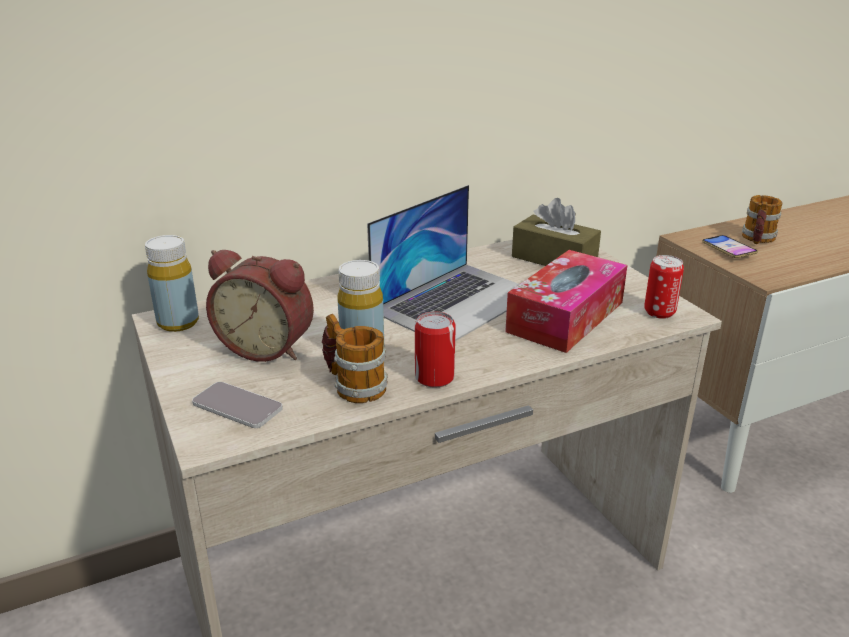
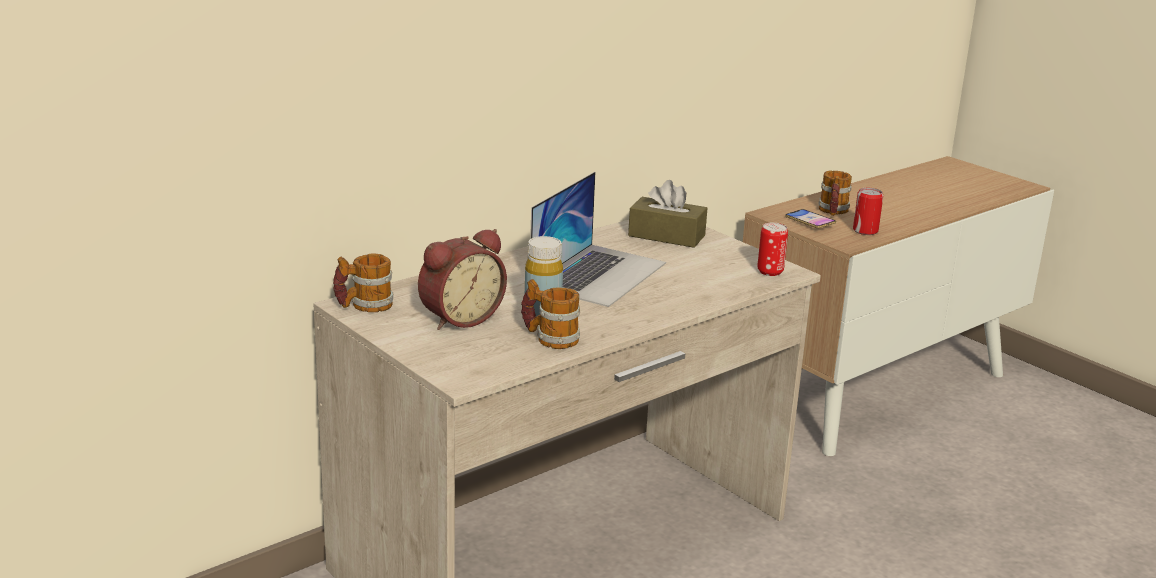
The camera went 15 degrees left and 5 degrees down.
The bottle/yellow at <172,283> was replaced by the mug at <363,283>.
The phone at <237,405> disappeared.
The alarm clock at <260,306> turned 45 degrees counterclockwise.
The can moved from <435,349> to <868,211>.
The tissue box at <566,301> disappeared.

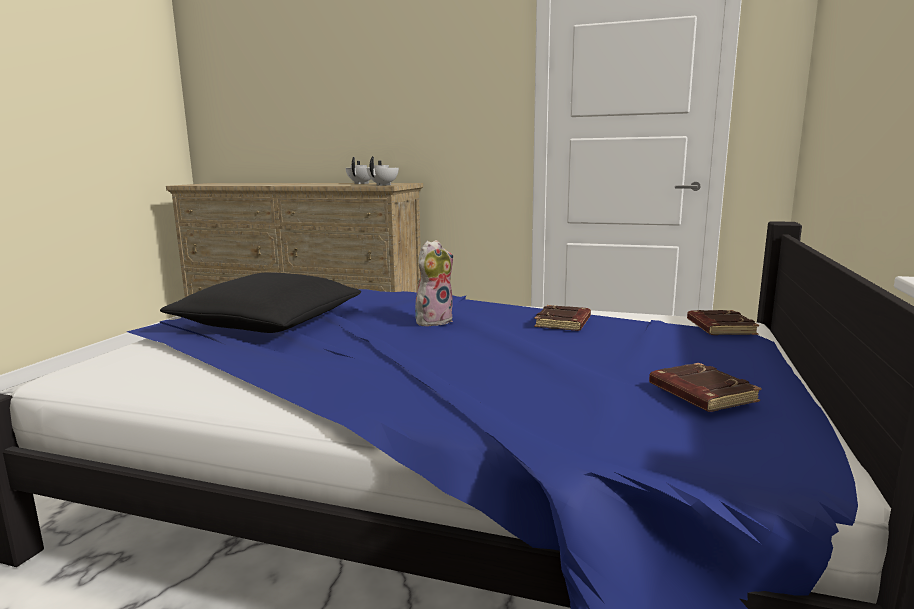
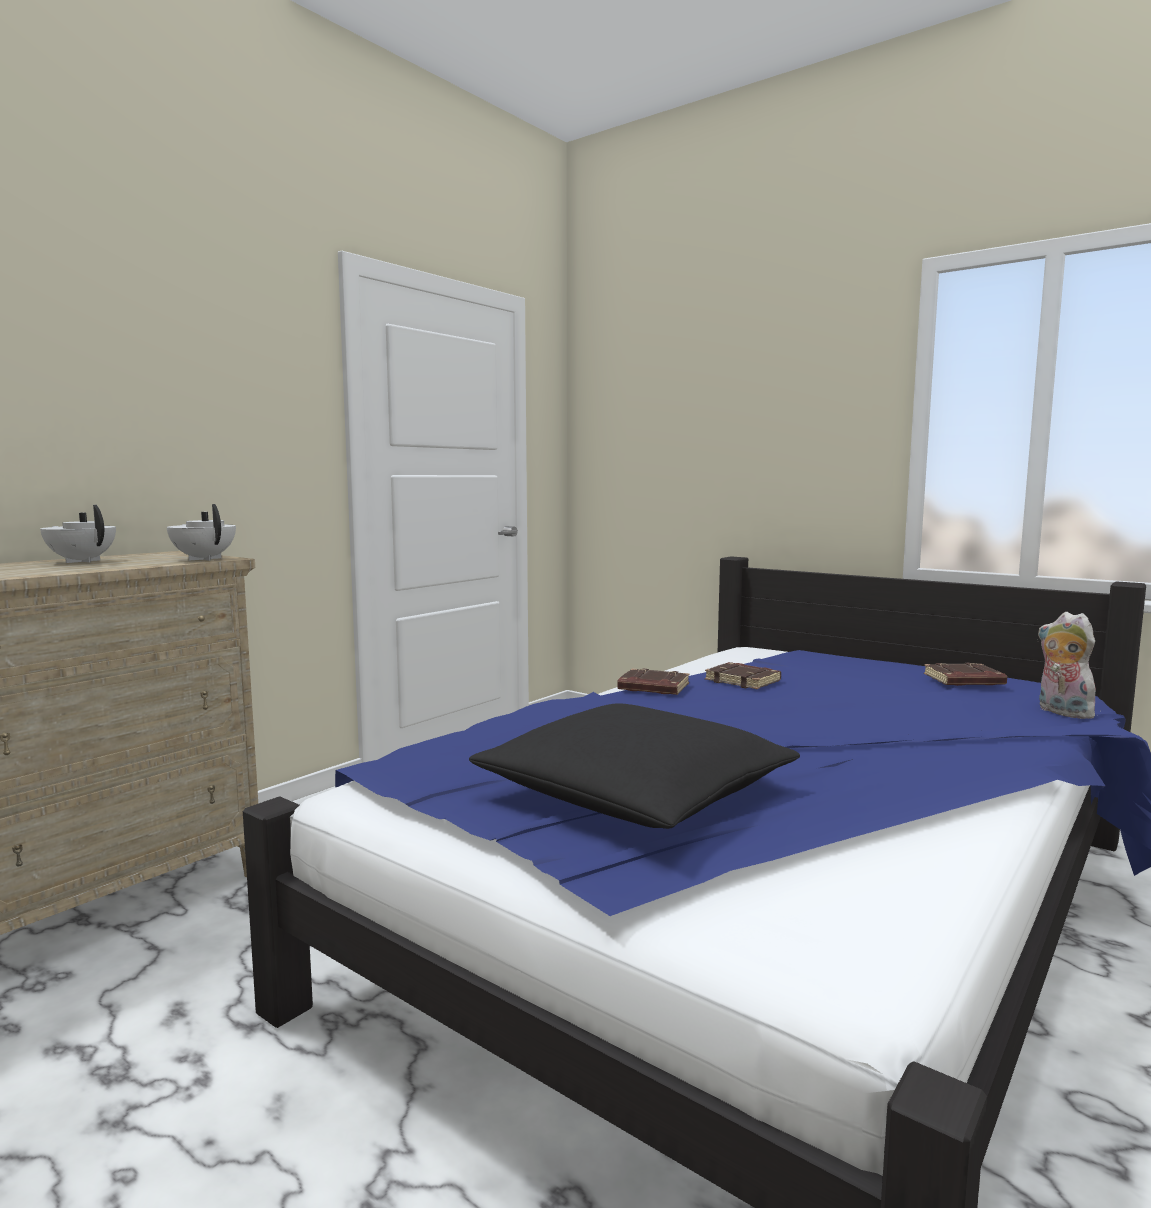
The camera went 70 degrees left and 5 degrees down.
The plush toy moved from <434,283> to <1067,665>.
The book/brown moved from <723,322> to <653,682>.

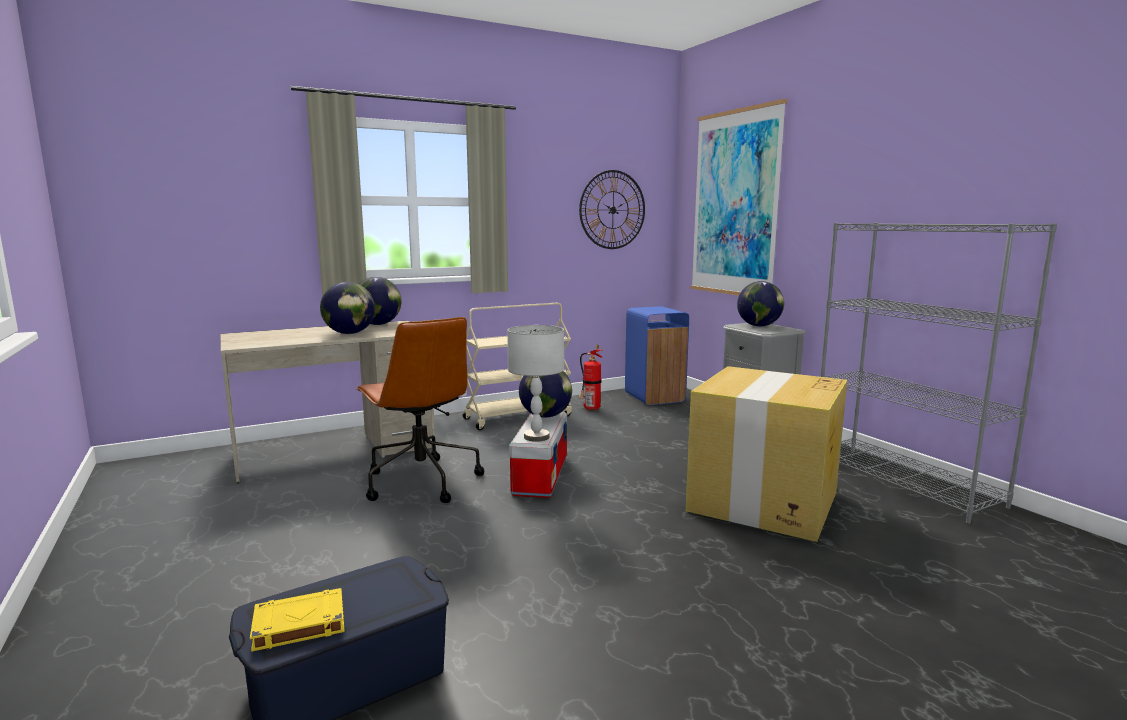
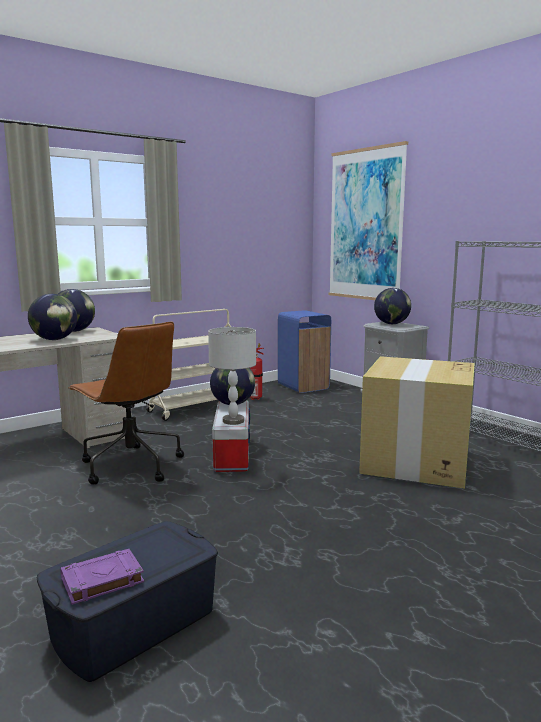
The camera went 10 degrees left and 0 degrees up.
The book/yellow at <297,620> became the book/purple at <102,577>.
The wall clock at <612,209> disappeared.

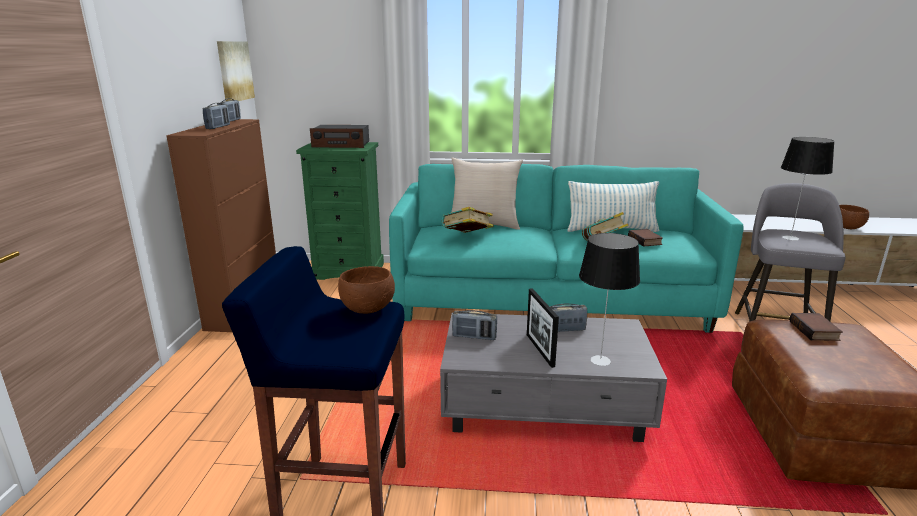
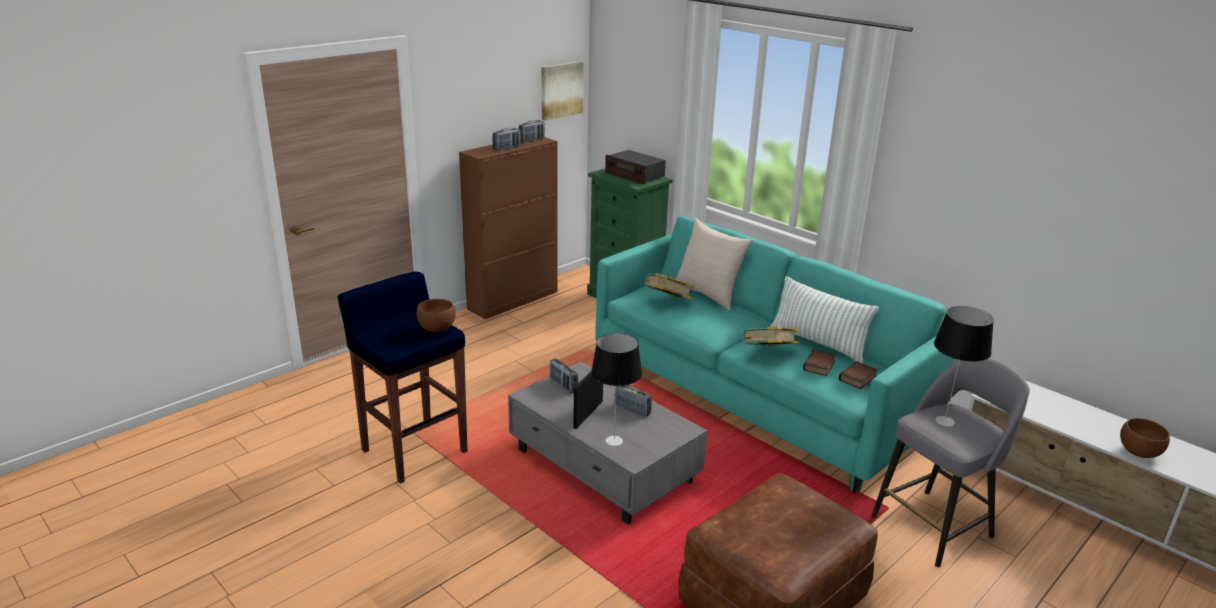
The camera went 40 degrees right and 5 degrees up.
The book moved from <816,327> to <858,375>.

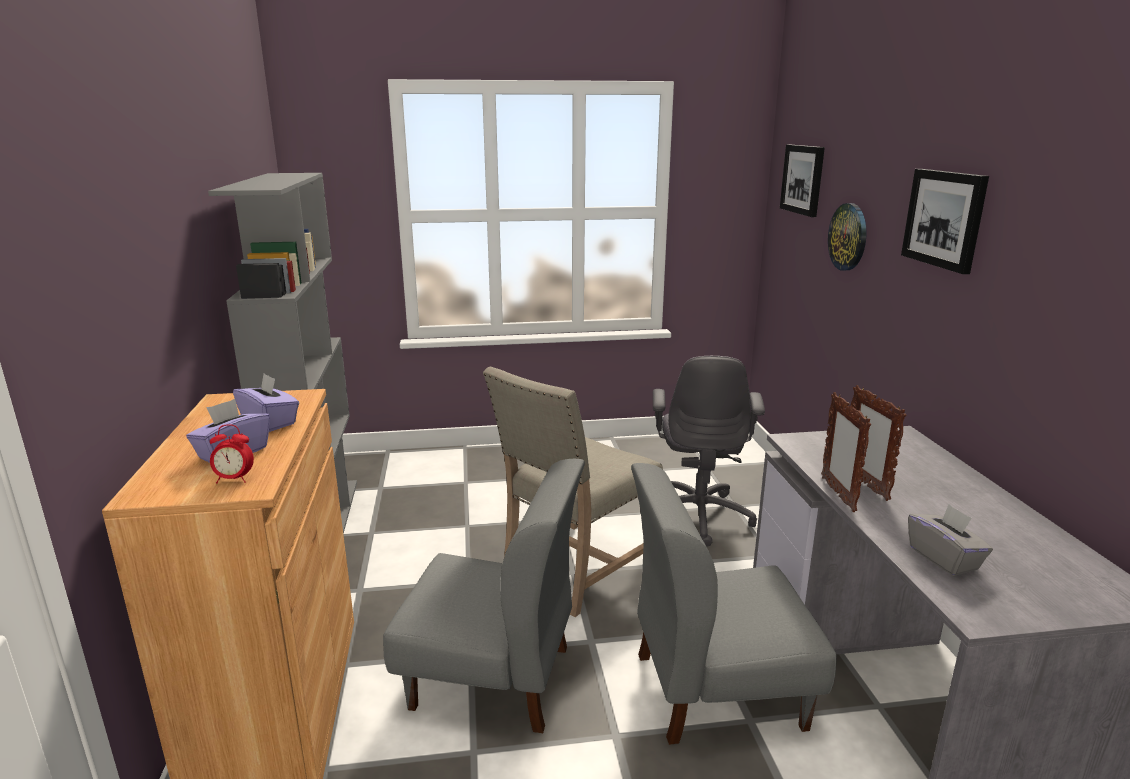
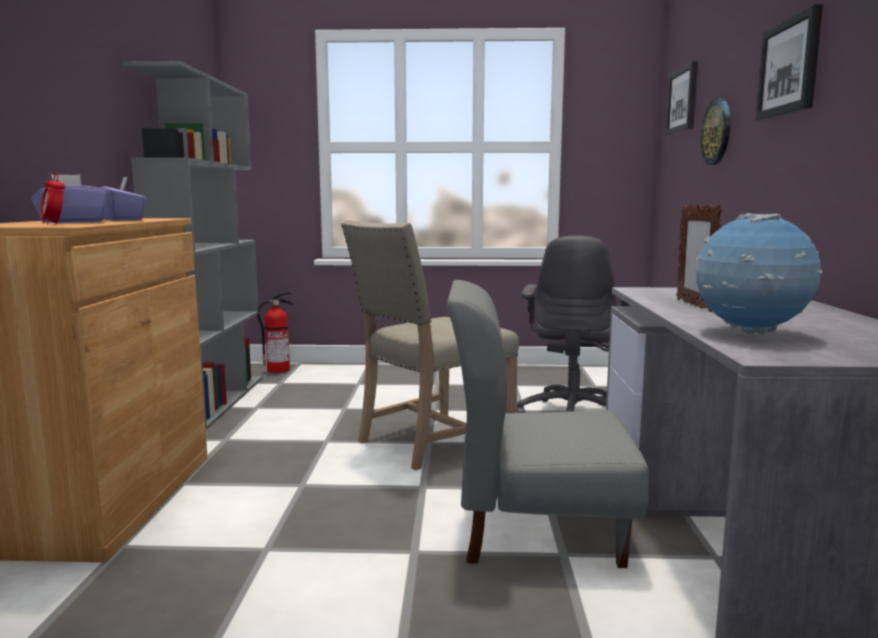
The camera went 10 degrees right and 10 degrees down.
The alarm clock at <232,453> turned 45 degrees clockwise.
The chair/grey at <484,595> disappeared.
The picture frame at <846,452> disappeared.
The tissue box/grey at <950,540> was replaced by the globe at <759,274>.
The fire extinguisher at <275,332> appeared.

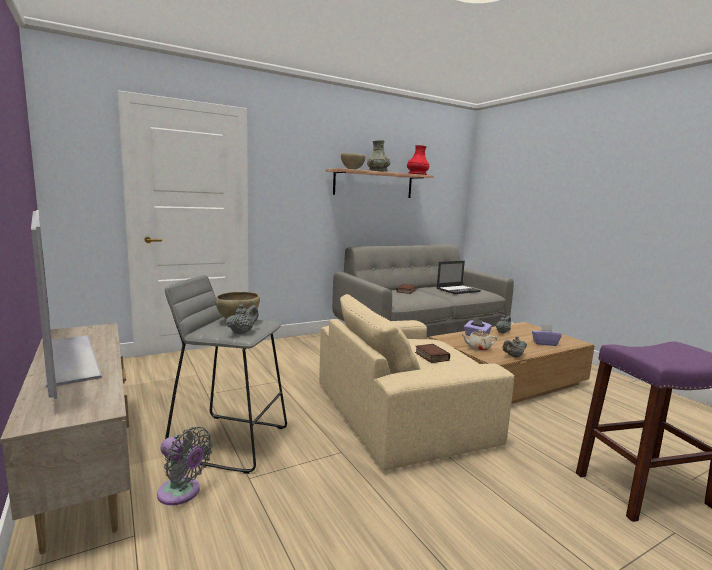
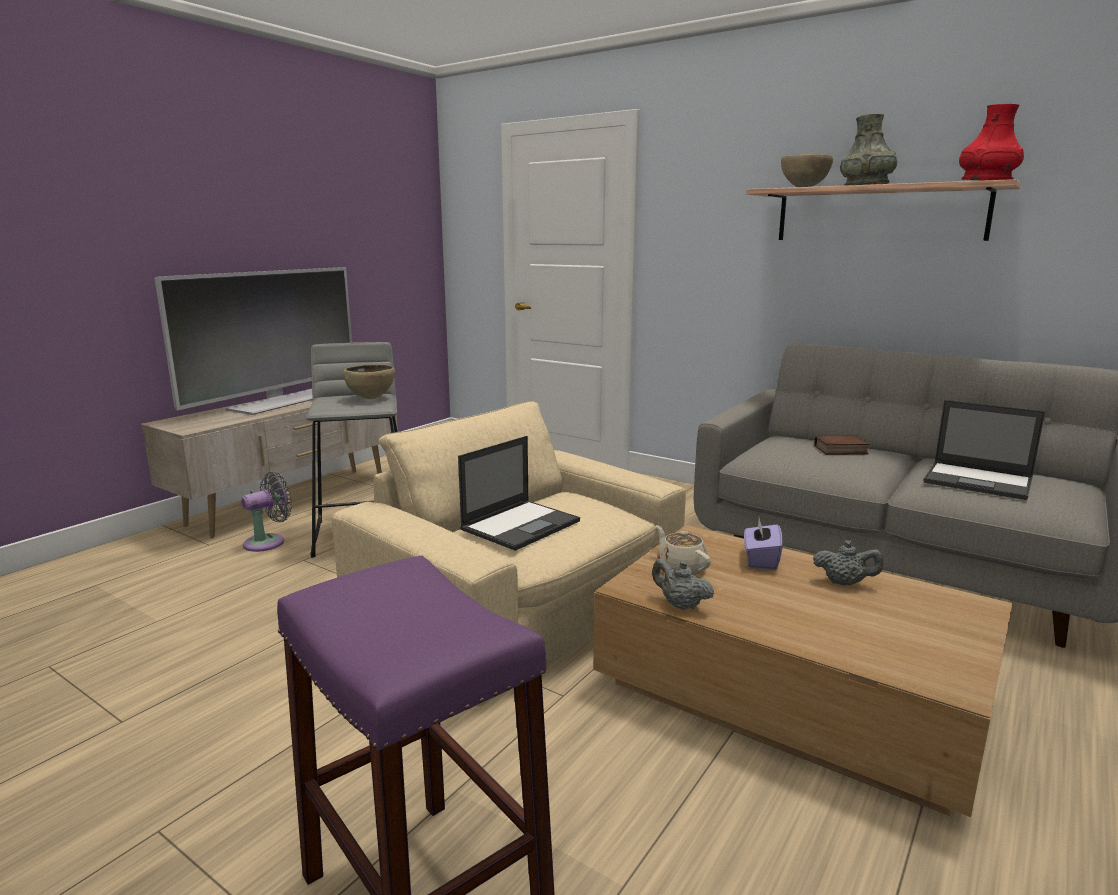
The camera went 65 degrees right and 5 degrees up.
The fan/grey at <185,466> turned 135 degrees counterclockwise.
The teapot/grey at <242,319> disappeared.
The book at <432,353> was replaced by the laptop at <519,493>.
The tissue box/purple at <547,335> disappeared.

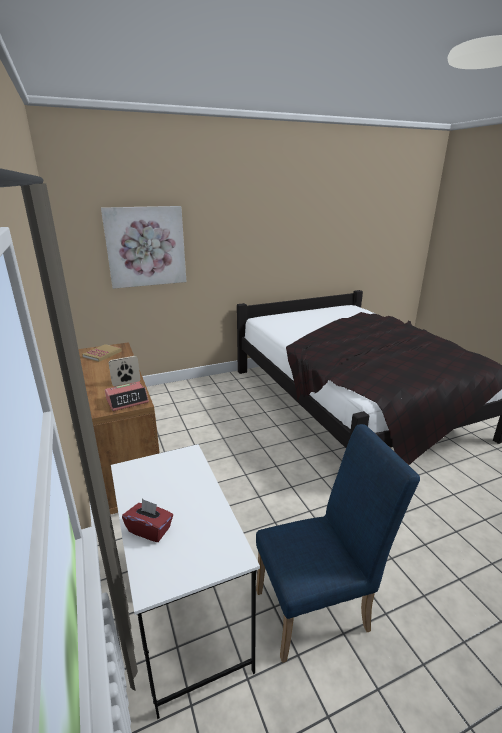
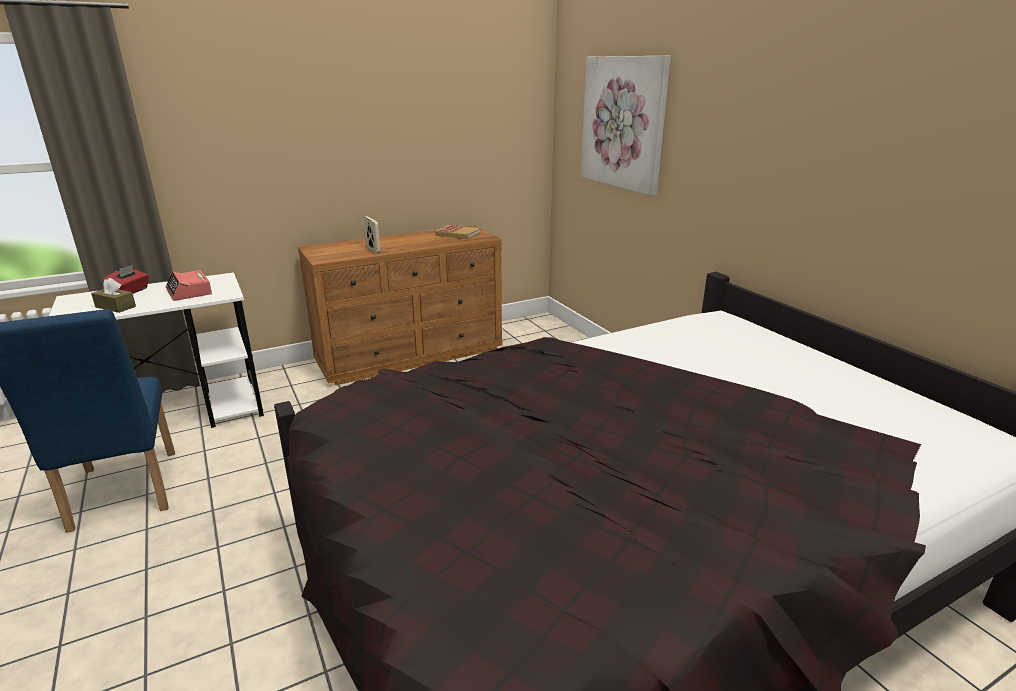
The camera went 85 degrees right and 0 degrees up.
The alarm clock moved from <127,396> to <189,285>.
The tissue box/brown at <113,295> appeared.

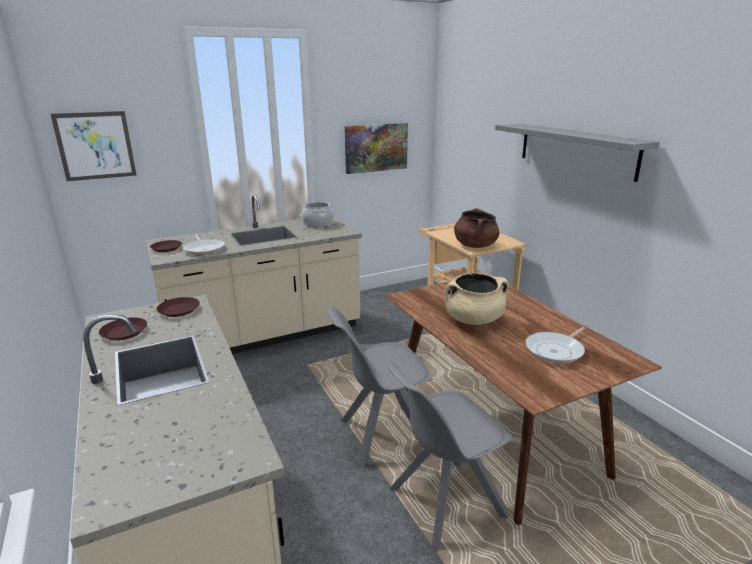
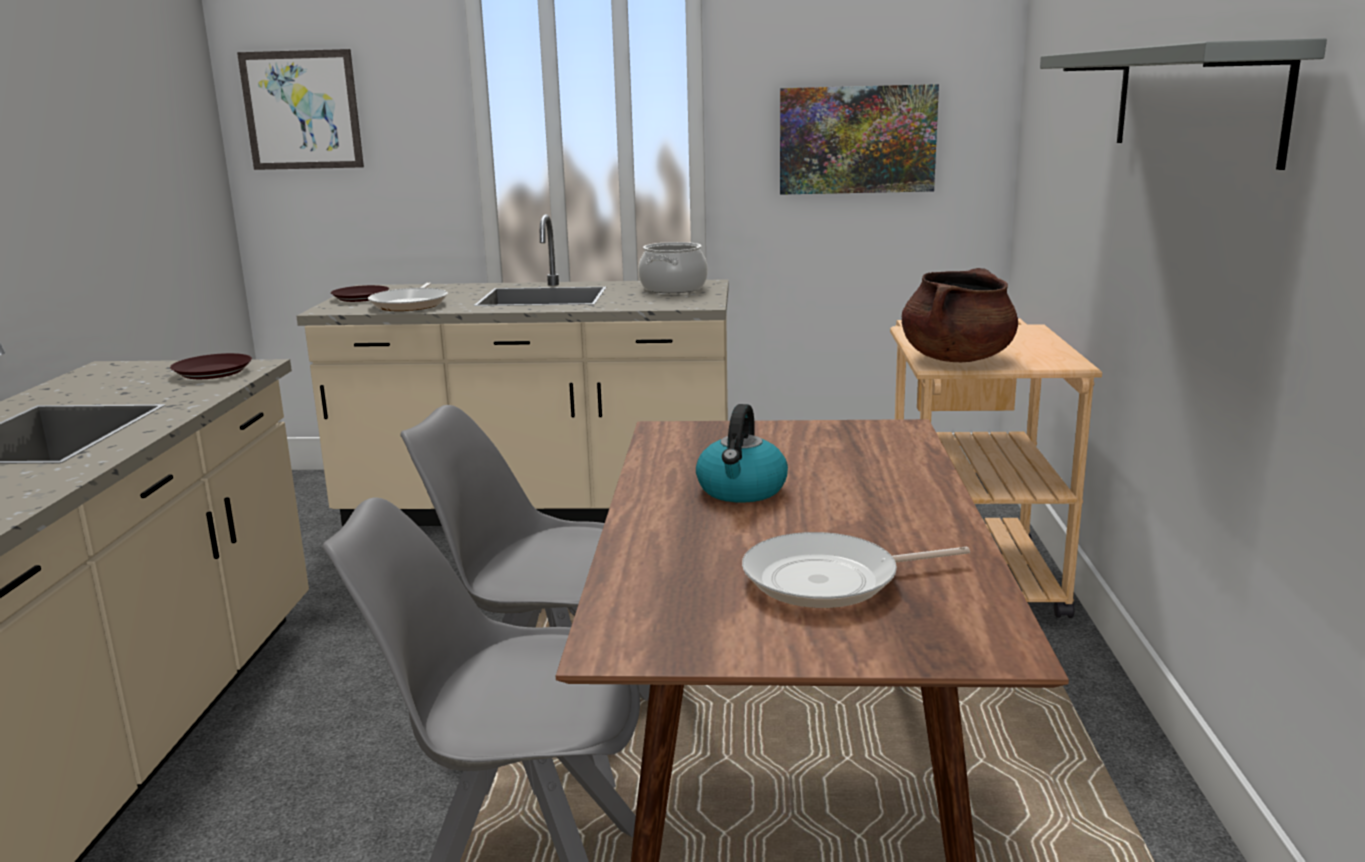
The camera went 30 degrees right and 5 degrees down.
The plate/brown at <123,329> disappeared.
The cooking pot/beige at <477,298> was replaced by the kettle at <742,453>.

